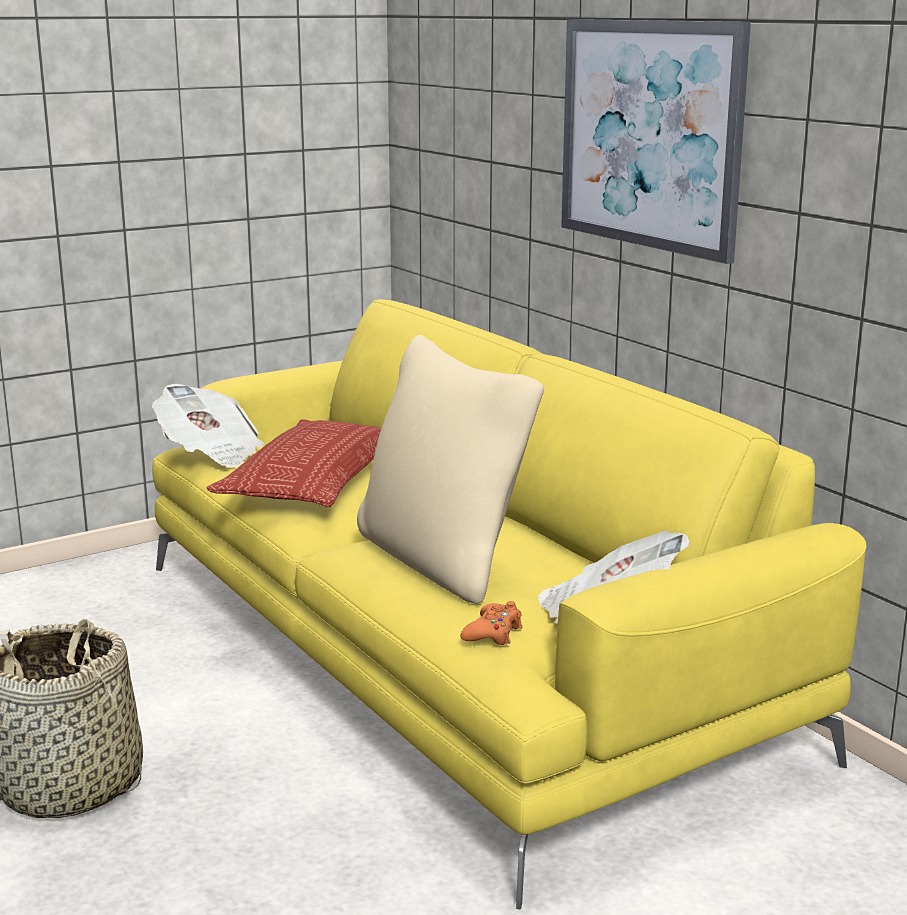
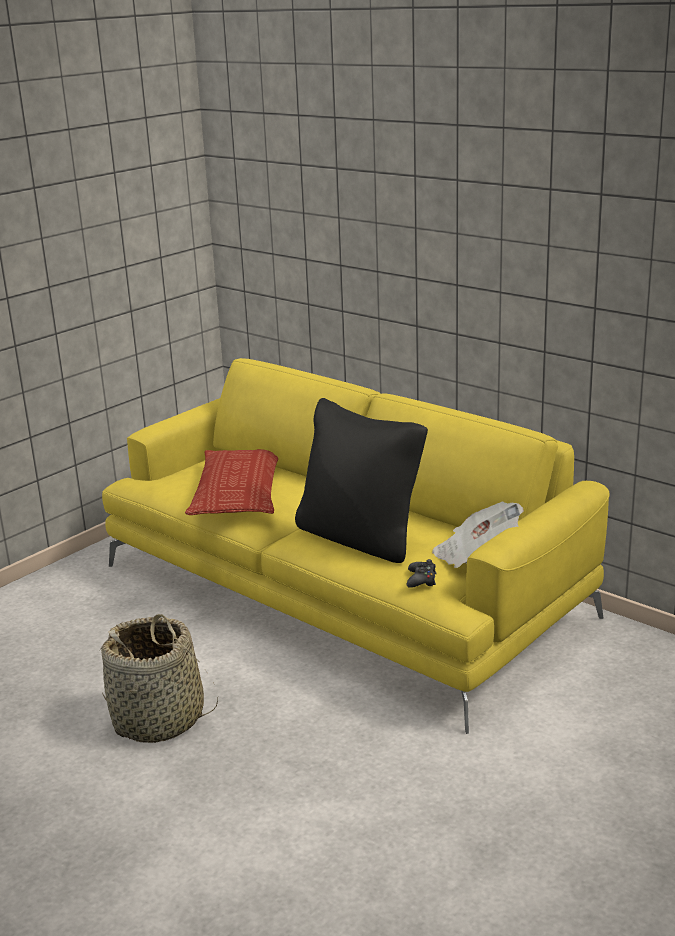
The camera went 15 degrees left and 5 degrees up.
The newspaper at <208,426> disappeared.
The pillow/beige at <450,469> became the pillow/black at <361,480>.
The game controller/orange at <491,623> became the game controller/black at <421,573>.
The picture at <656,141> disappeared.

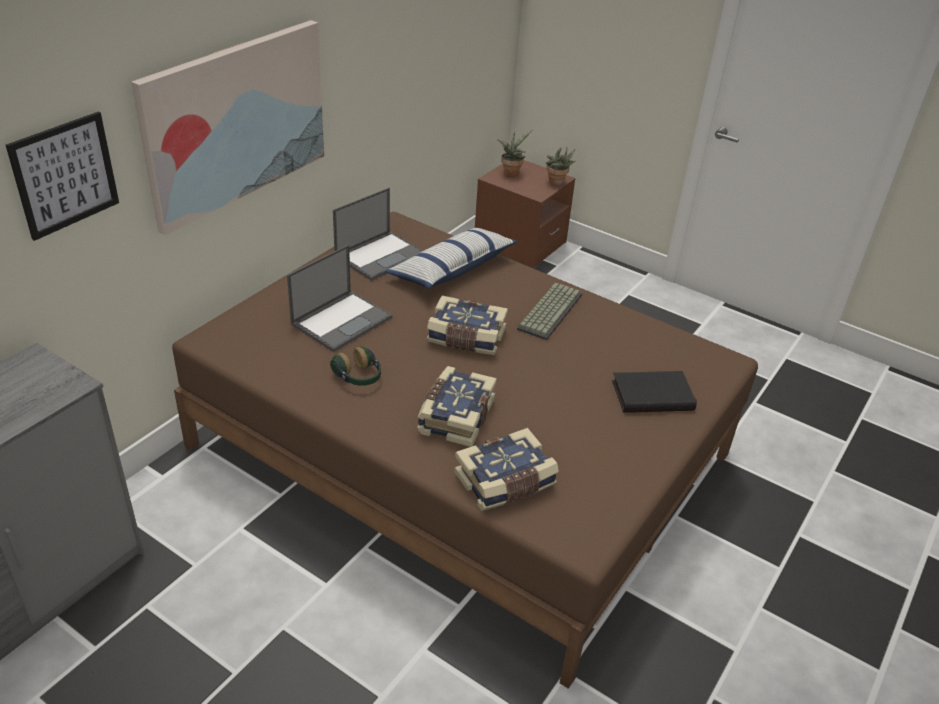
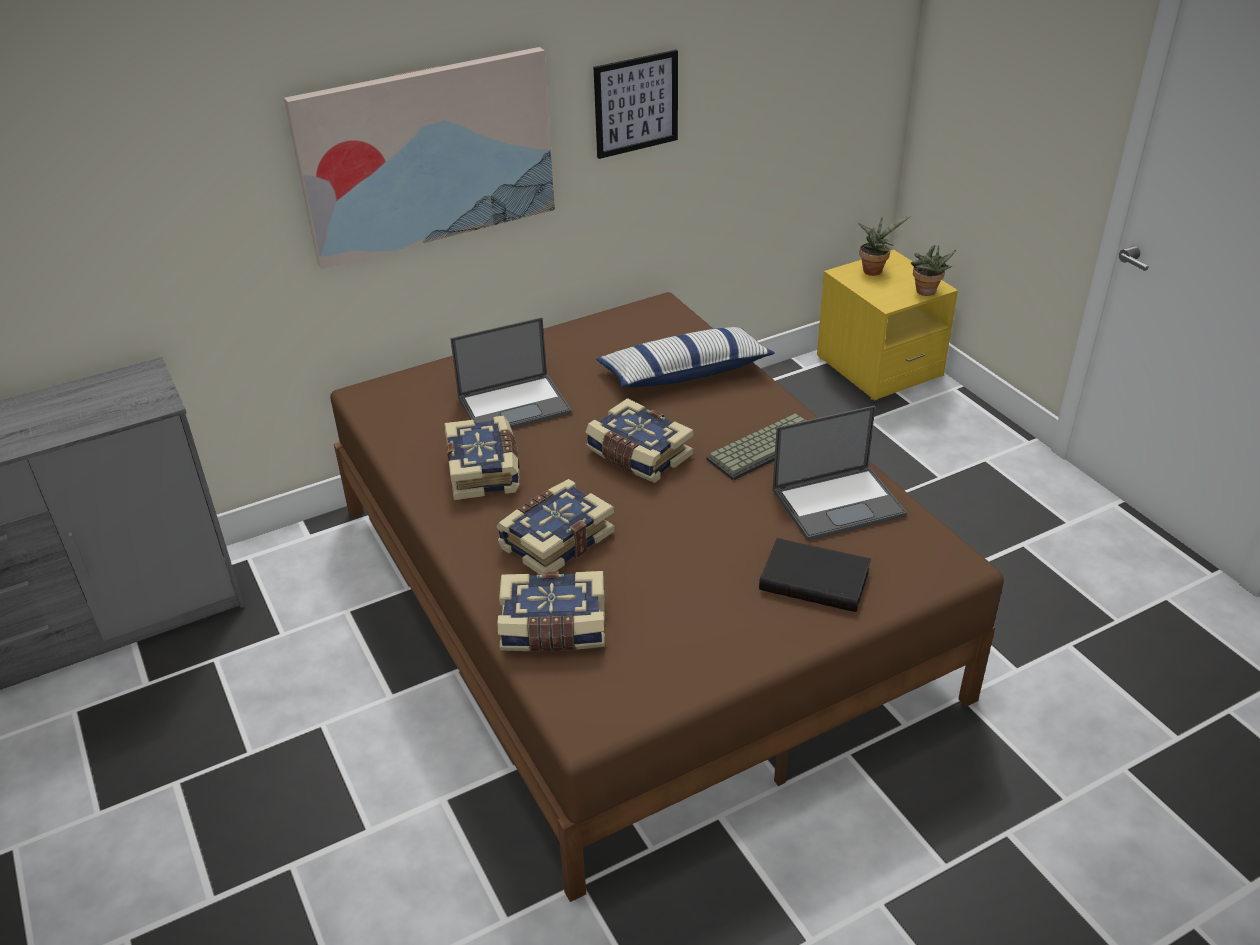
The camera went 30 degrees right and 0 degrees up.
The picture moved from <62,176> to <636,104>.
The headphones at <355,366> was replaced by the book at <482,458>.
The laptop moved from <378,234> to <839,473>.
The nightstand/brown at <525,214> became the nightstand/yellow at <887,325>.

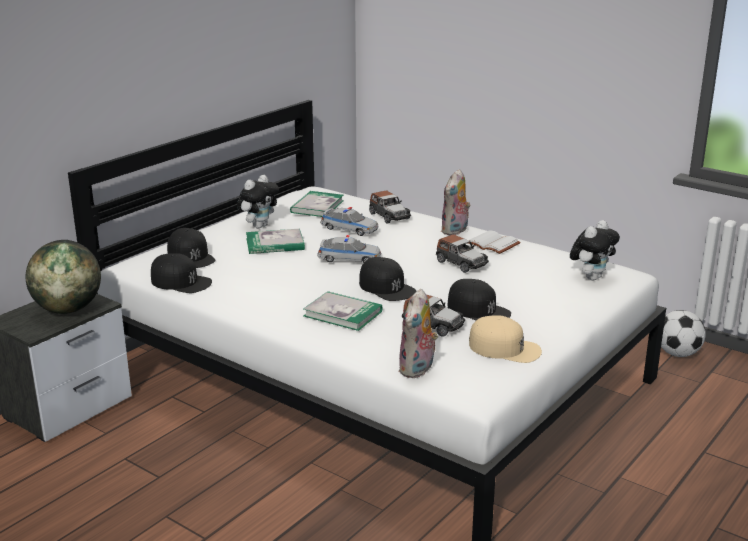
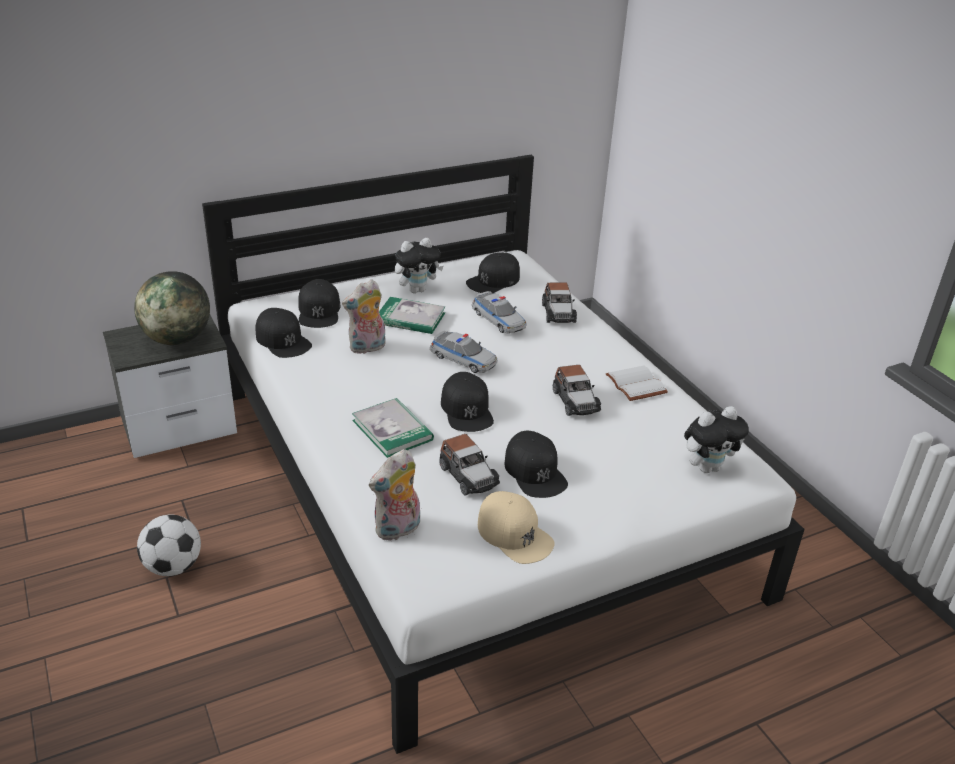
The camera went 25 degrees right and 10 degrees up.
The book at <317,204> was replaced by the cap/black at <493,273>.
The plush toy moved from <456,202> to <363,316>.
The football moved from <683,333> to <169,545>.

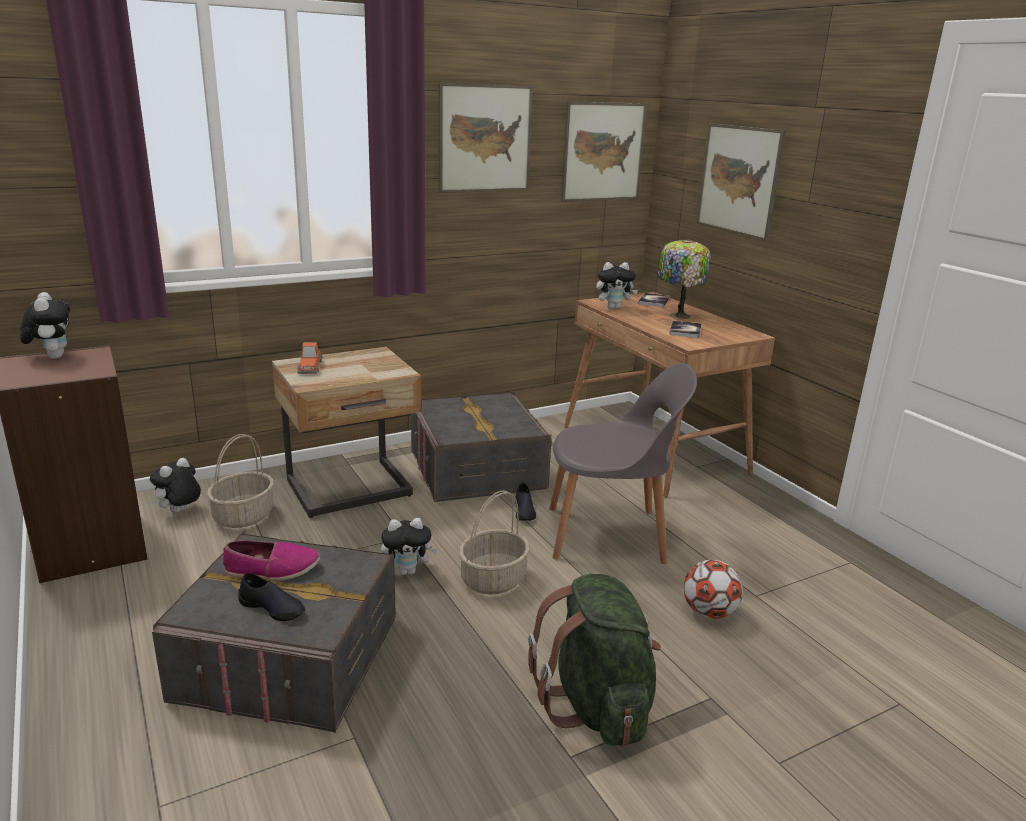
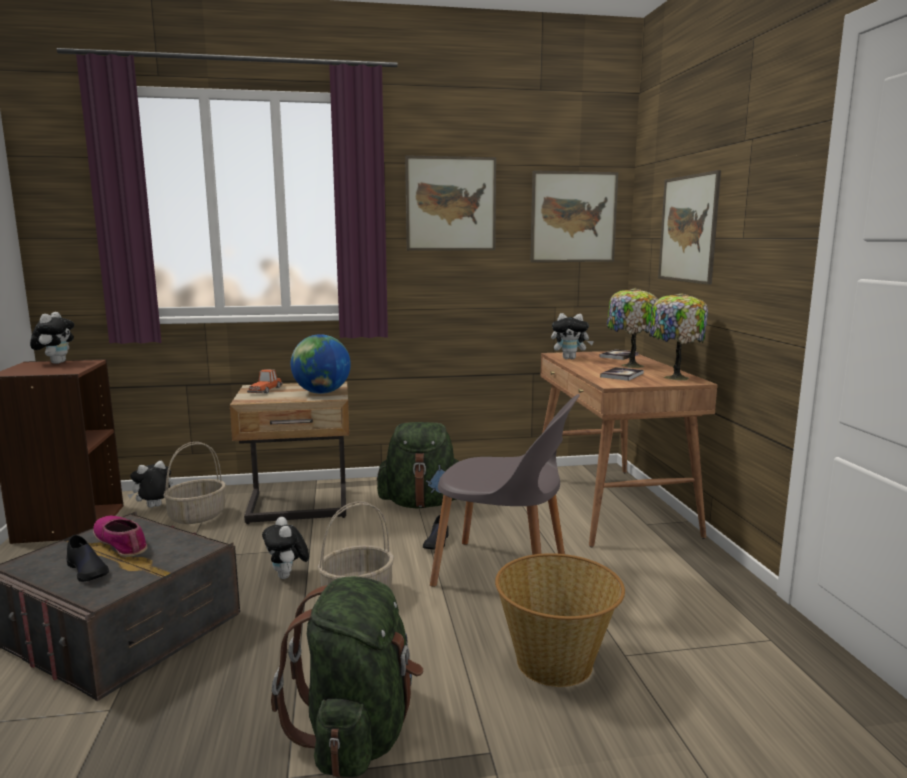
The camera went 20 degrees right and 10 degrees down.
The shoe at <271,560> turned 150 degrees counterclockwise.
The plush toy at <409,546> turned 60 degrees clockwise.
The storage box/grey at <481,447> was replaced by the backpack/green at <418,465>.
The football at <713,589> was replaced by the basket at <560,620>.
The globe at <321,364> appeared.
The table lamp at <678,337> appeared.

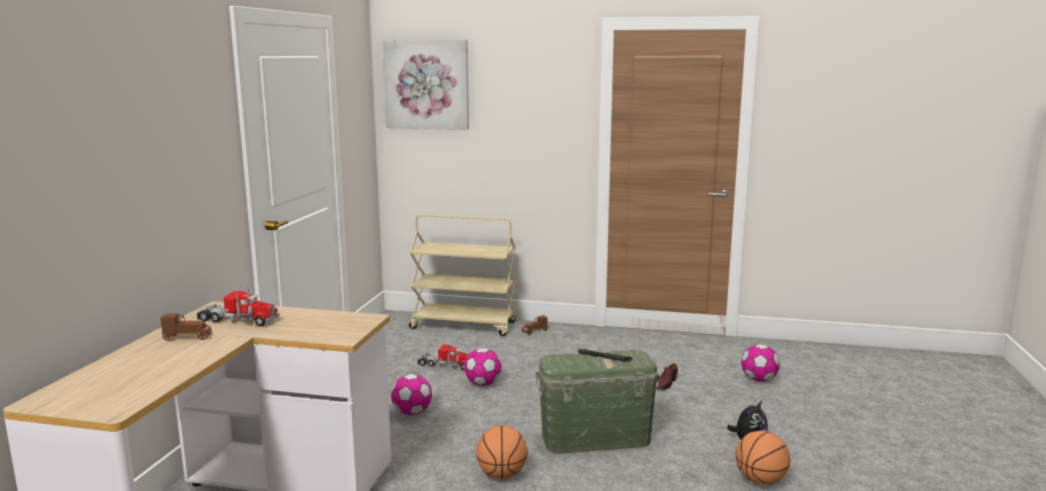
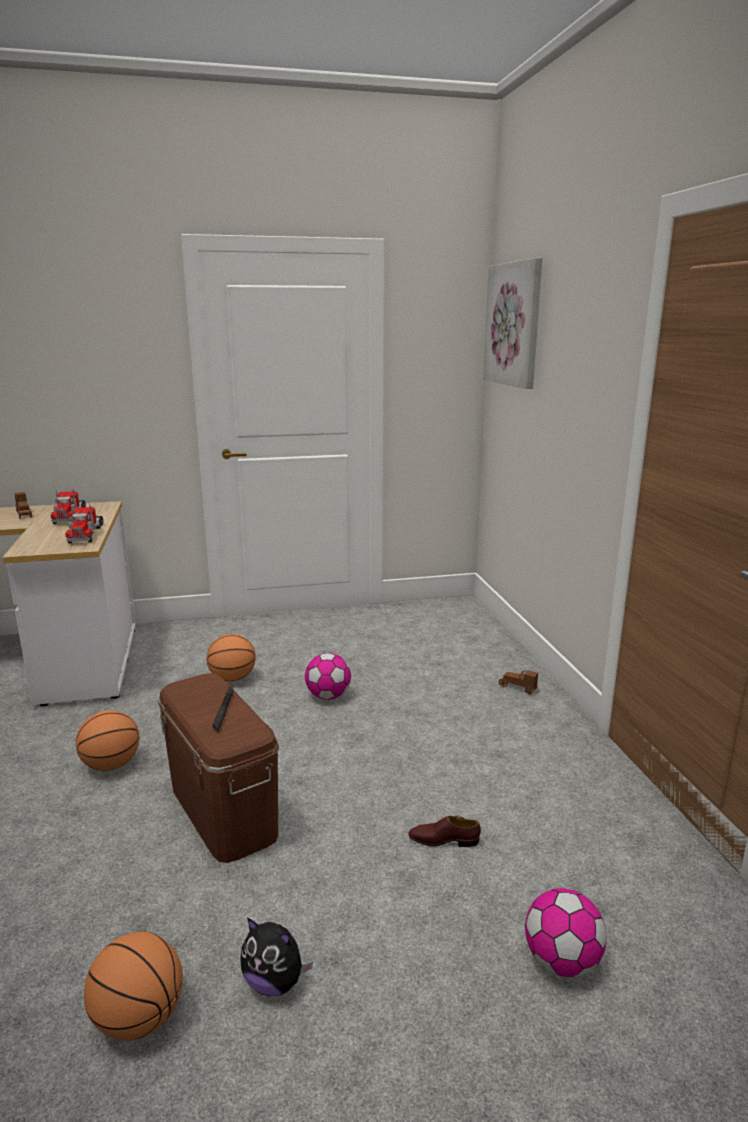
The camera went 65 degrees right and 5 degrees up.
The football at <411,394> was replaced by the basketball at <231,657>.
The cart/beige at <463,275> disappeared.
The toy truck moved from <443,356> to <85,524>.
The storage box/green at <597,402> became the storage box/brown at <218,768>.

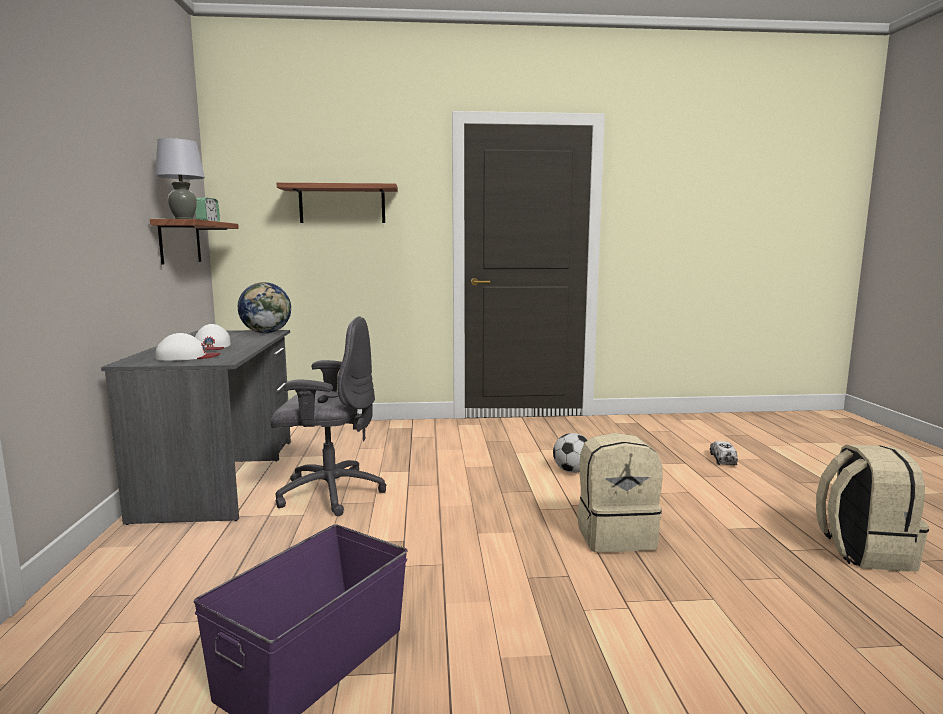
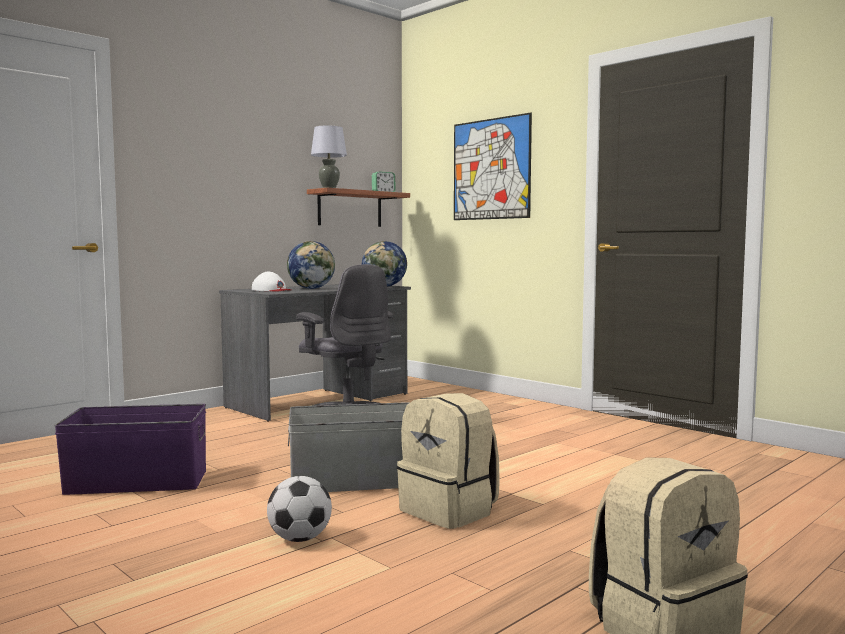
The camera went 50 degrees right and 5 degrees down.
The cap/white at <213,337> was replaced by the globe at <311,265>.
The shelf at <337,203> was replaced by the picture at <493,166>.
The football moved from <570,453> to <299,509>.
The toy truck at <724,453> disappeared.
The storage box/grey at <348,447> appeared.

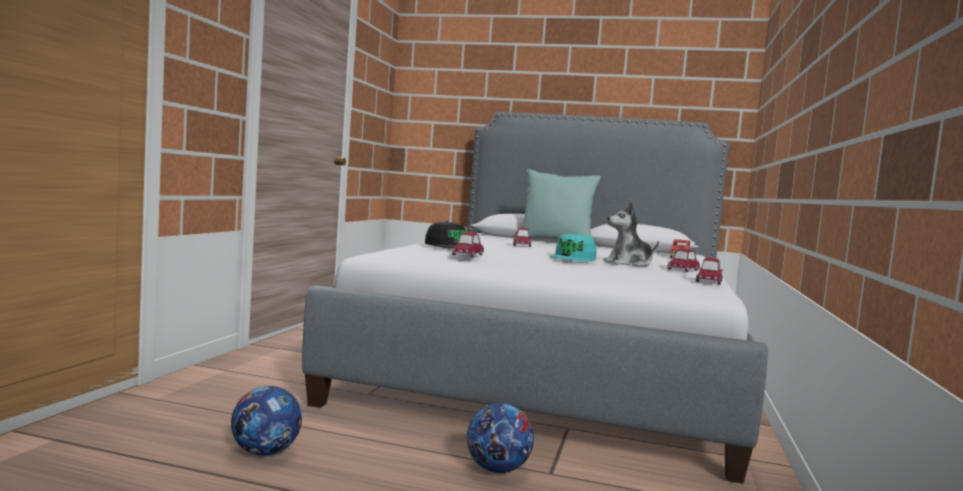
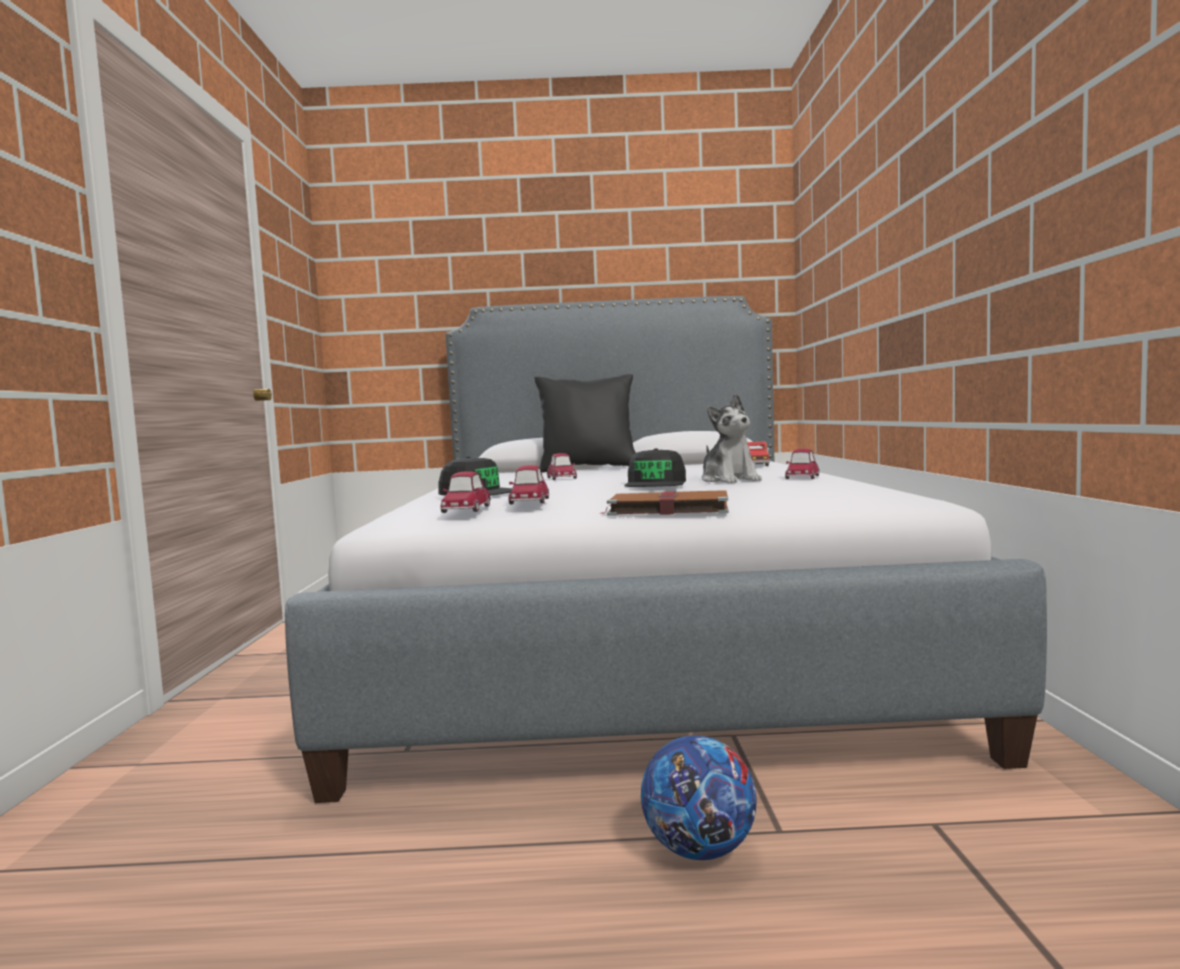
The camera went 15 degrees left and 0 degrees up.
The football at <266,421> disappeared.
The pillow/turquoise at <562,204> became the pillow/black at <585,423>.
The cap/turquoise at <573,247> became the cap/black at <655,467>.
The plush toy at <631,234> turned 75 degrees counterclockwise.
The toy car moved from <709,271> to <465,492>.
The book/brown at <664,503> appeared.

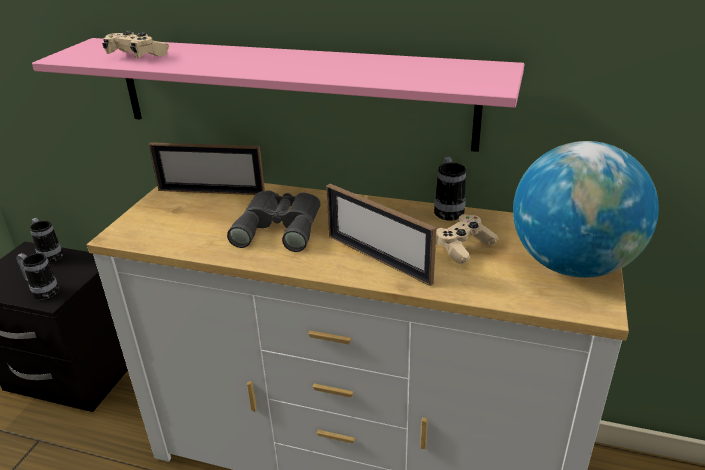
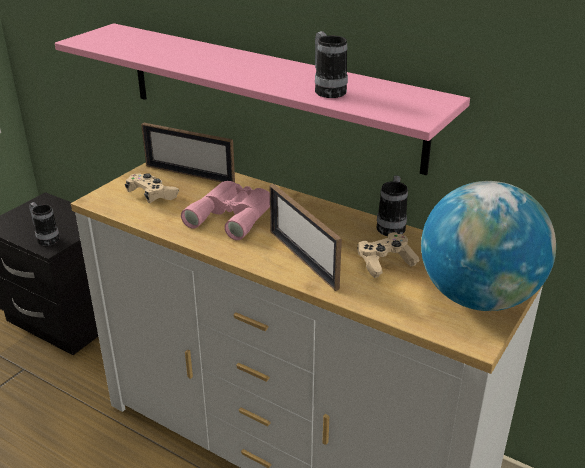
The camera went 15 degrees right and 0 degrees up.
The mug moved from <46,240> to <331,64>.
The game controller/beige moved from <135,44> to <152,188>.
The binoculars/grey at <274,221> became the binoculars/pink at <225,210>.

